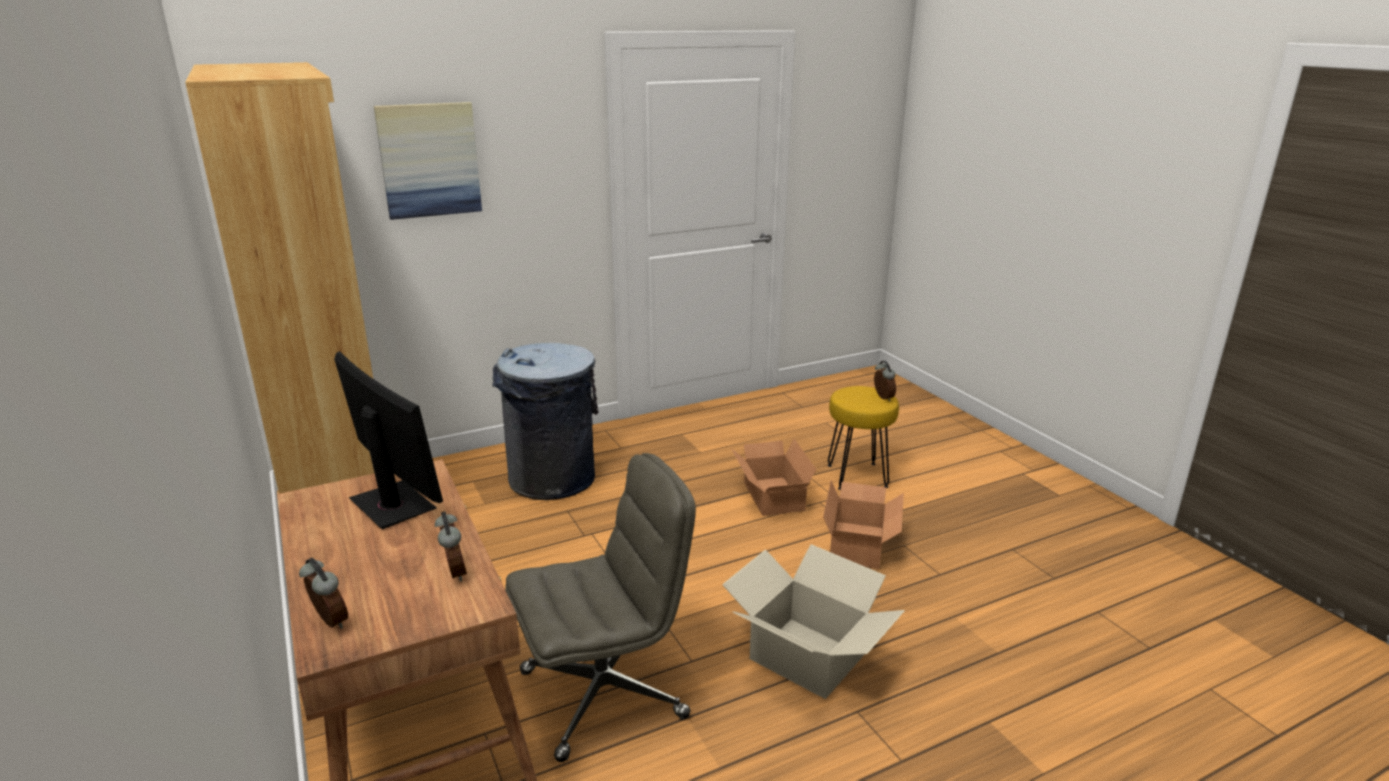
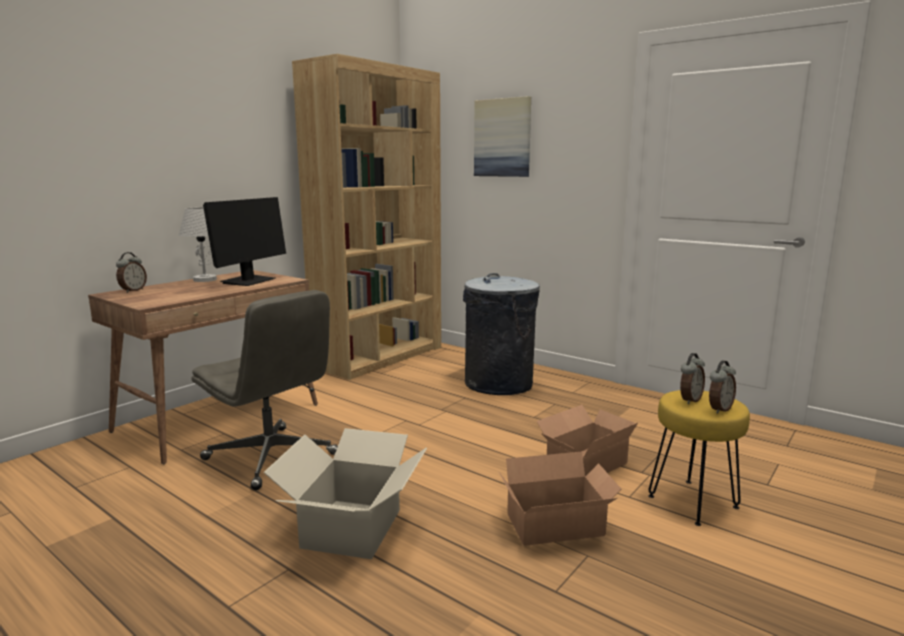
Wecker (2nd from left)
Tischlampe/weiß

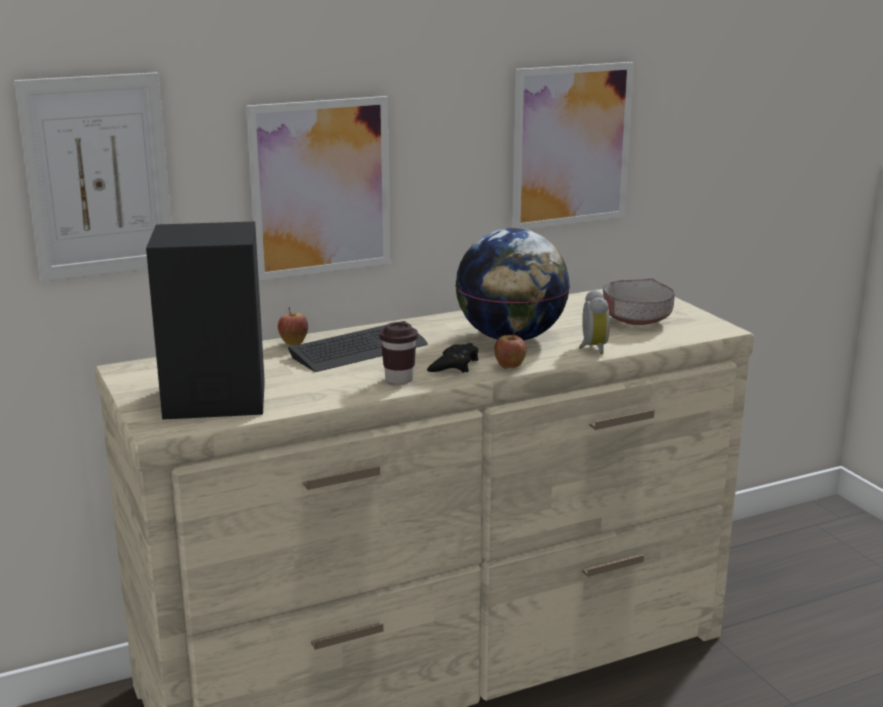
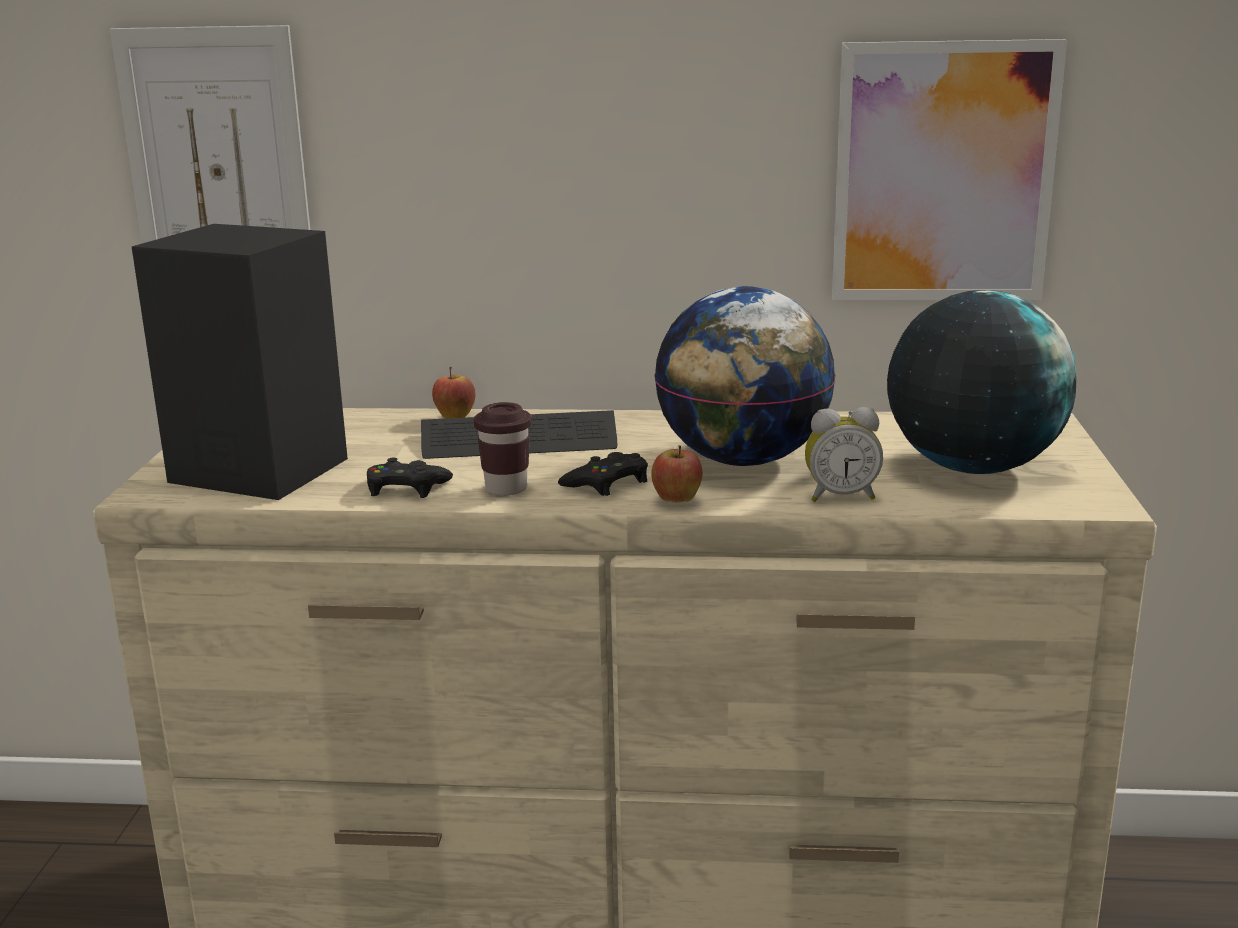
Bild (2nd from left in the first image)
Wecker
Globus (2nd from left)
Gamepad/schwarz (1st from left)

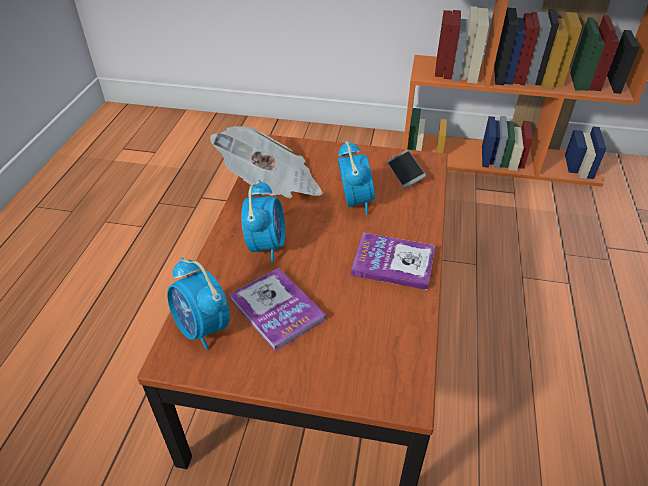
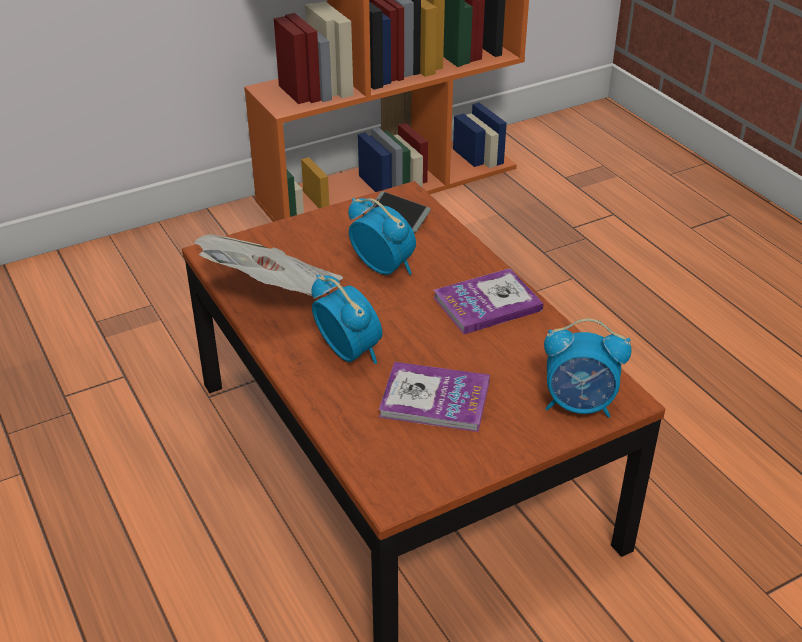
Wecker (3rd from left)

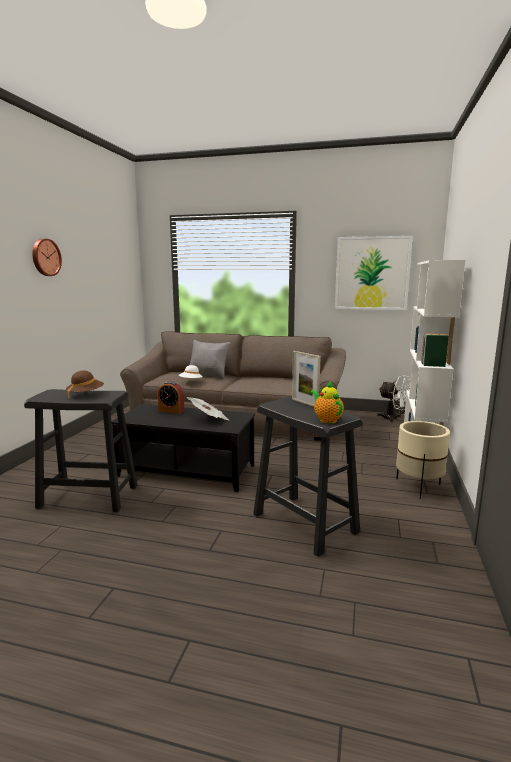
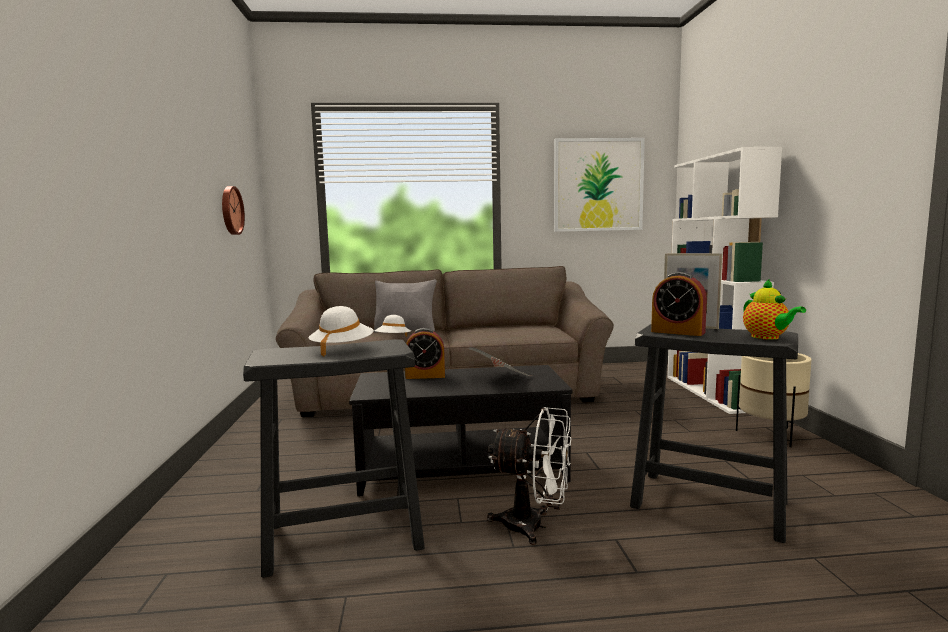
Wanduhr
Hut/weiß (1st from left)
Teekanne
Ventilator/weiß
Wecker (2nd from left)

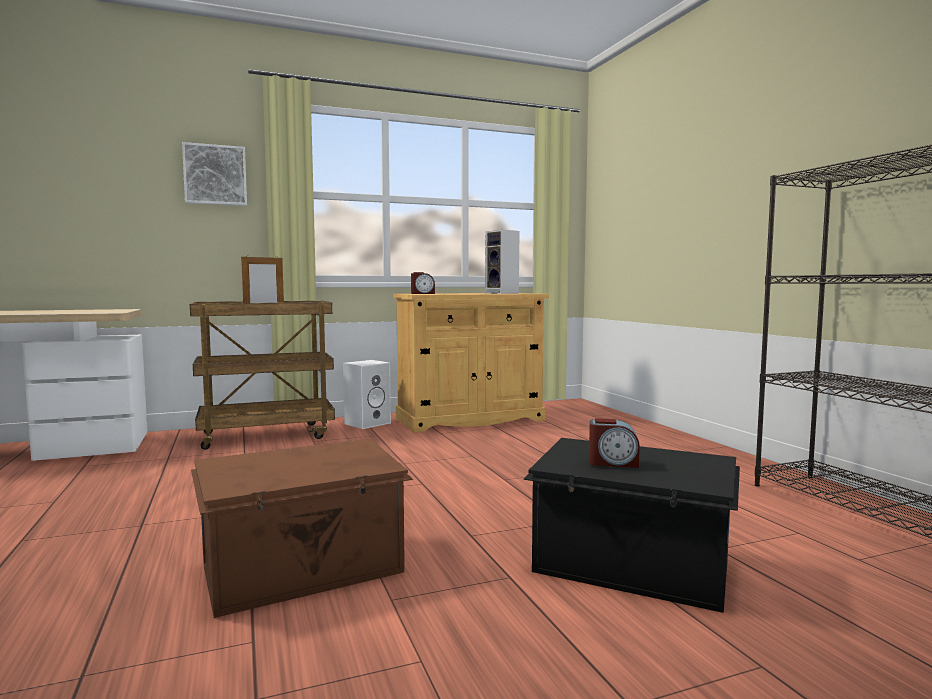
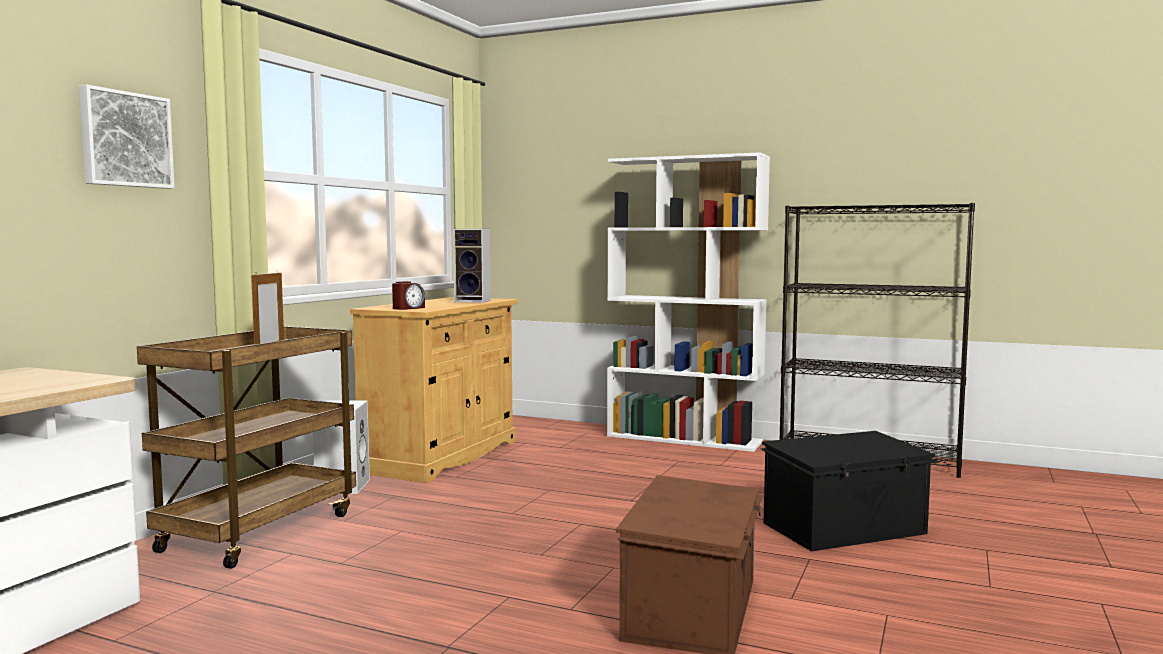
Wecker (2nd from left in the first image)
Bücherregal/weiß

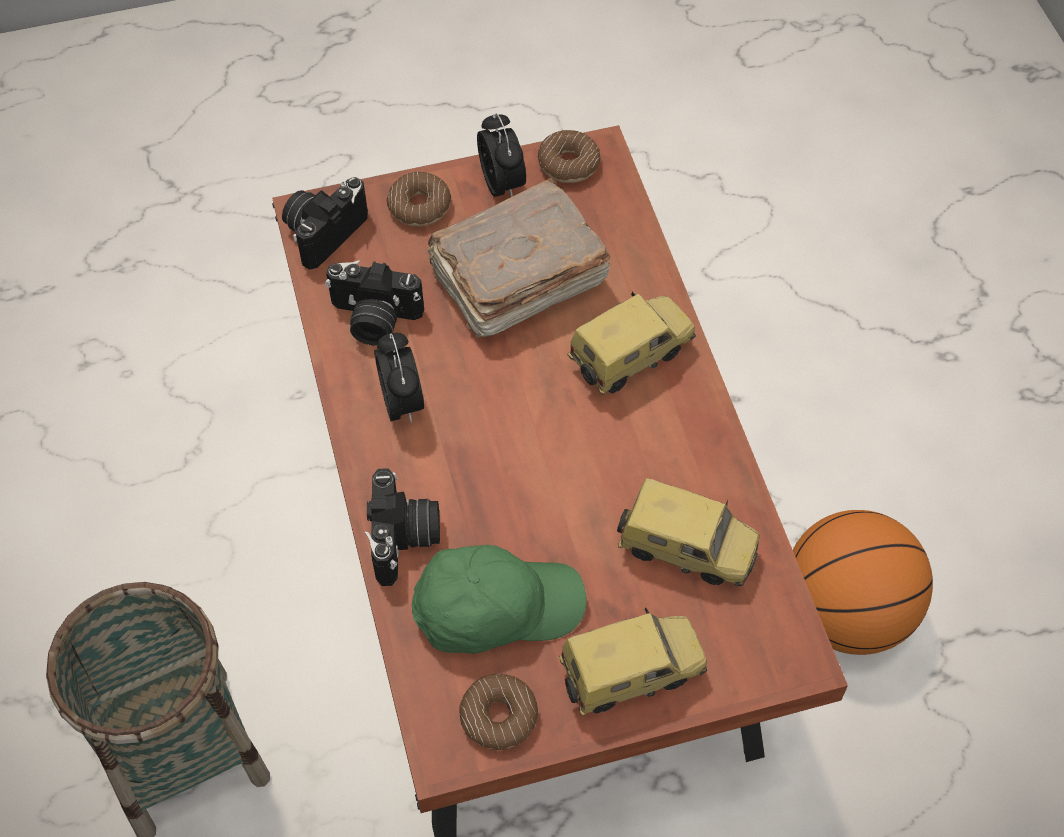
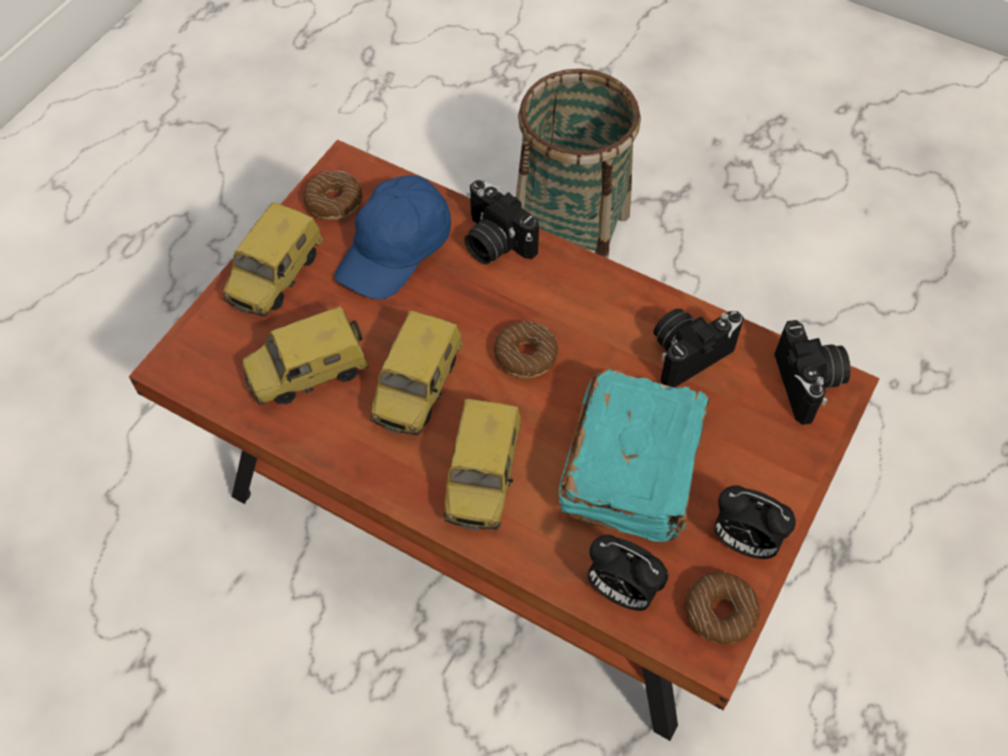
Wecker (1st from left)
Donut (2nd from left)
Kappe/blau
Buch/türkis
Basketball
Spielzeugauto (3rd from left)

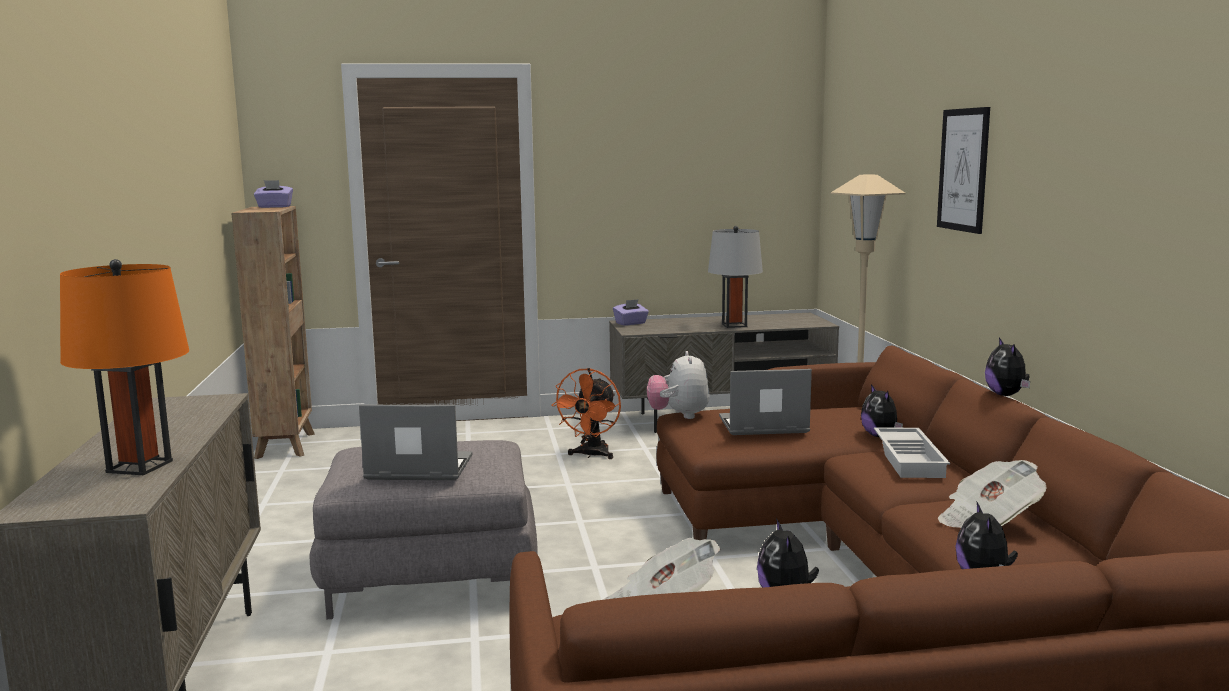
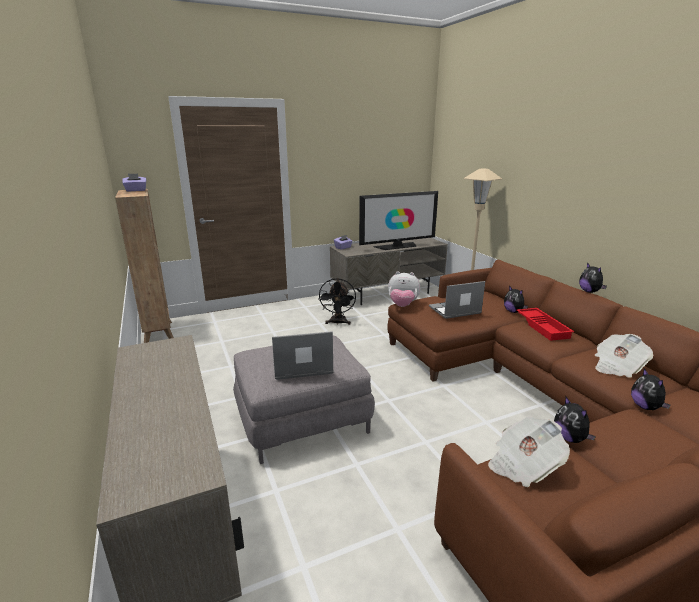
Tischlampe/orange
Ventilator/schwarz
Plüschtier (1st from left)
Fernseher
Tablett/rot
Bild

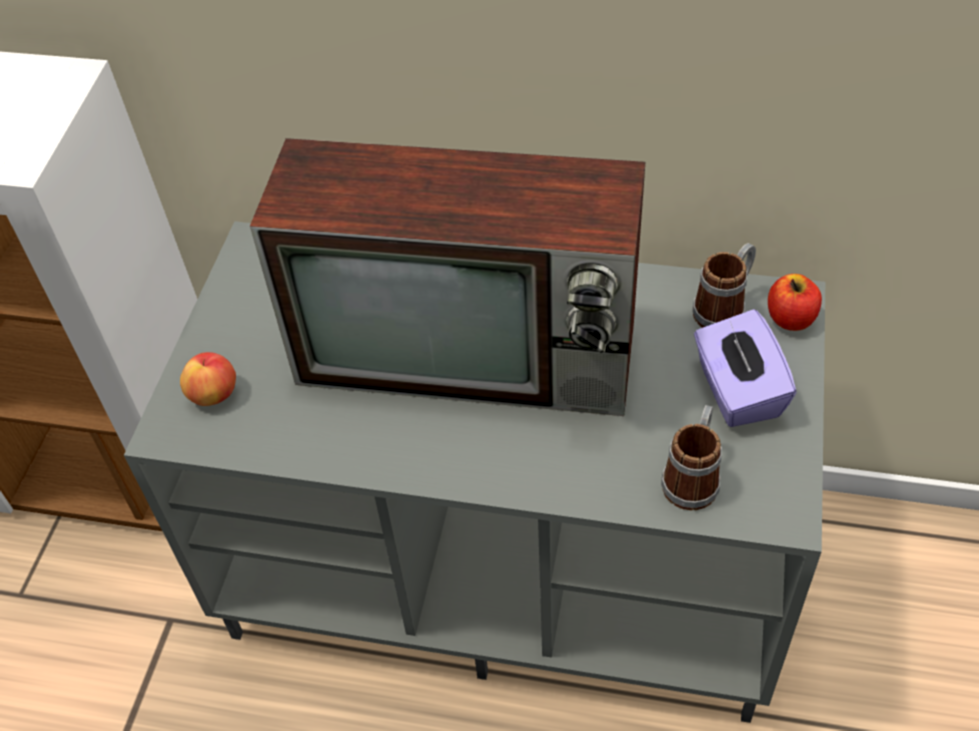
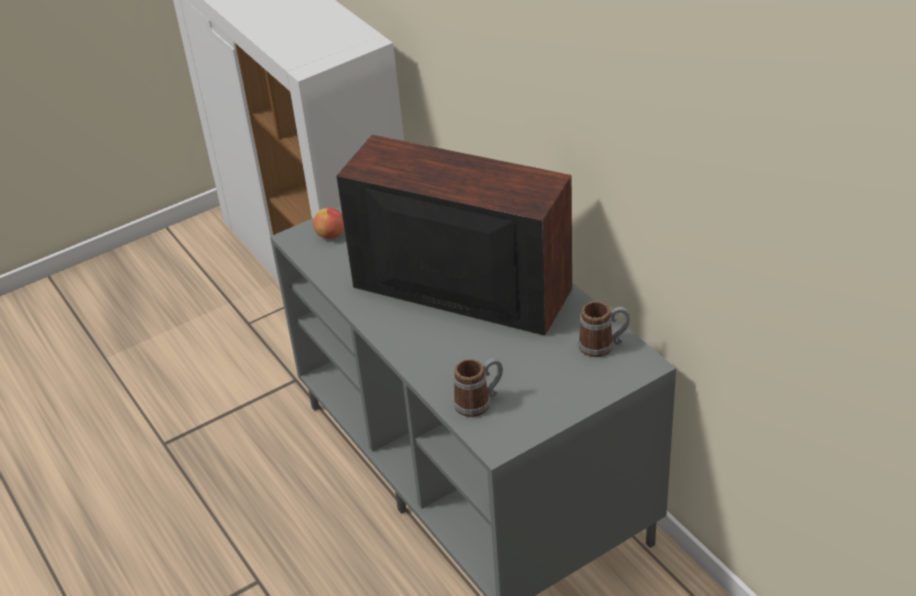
Fernseher
Taschentuchbox/lila
Apfel (2nd from left in the first image)

